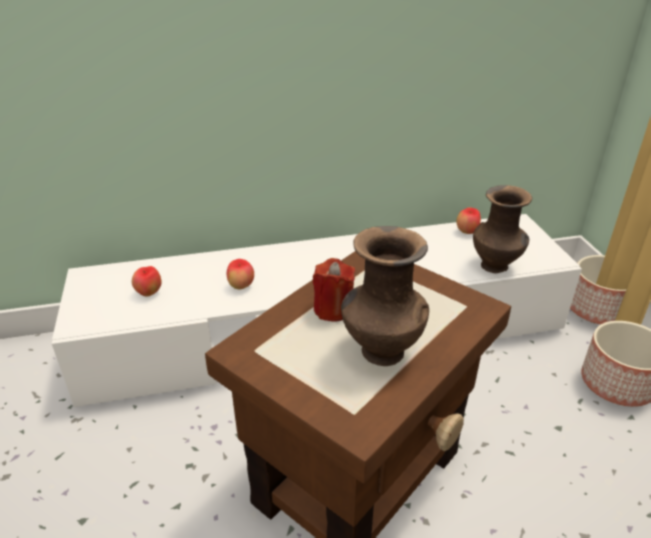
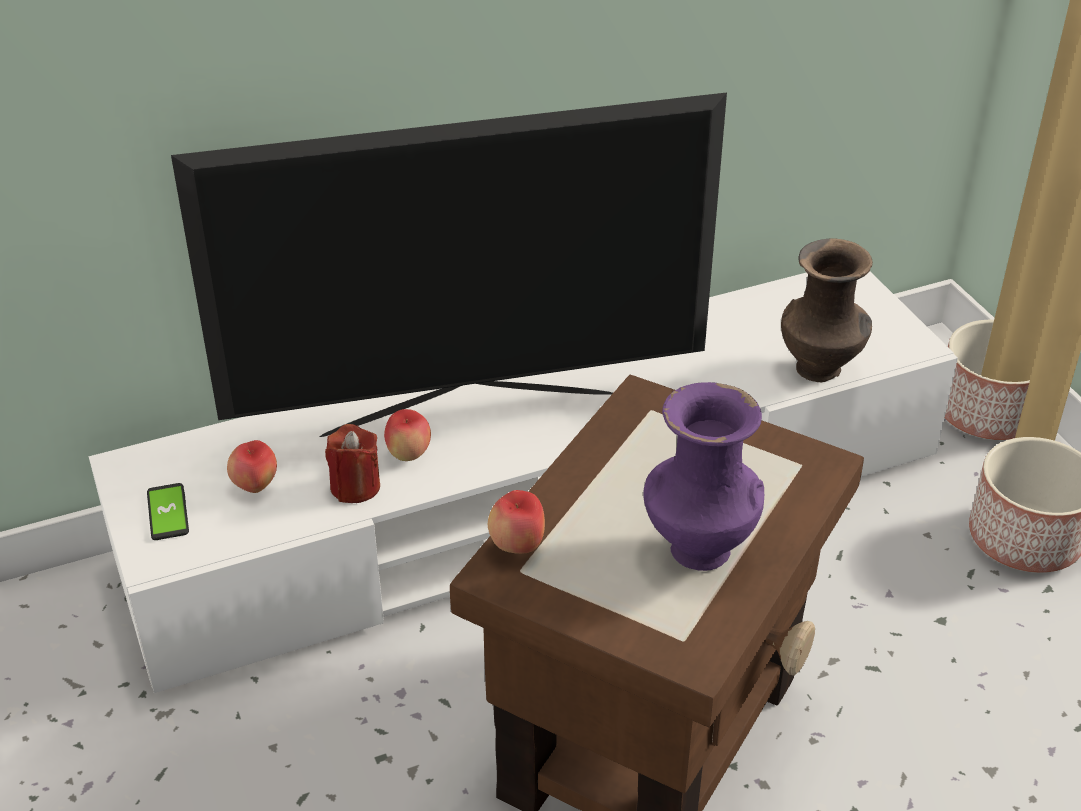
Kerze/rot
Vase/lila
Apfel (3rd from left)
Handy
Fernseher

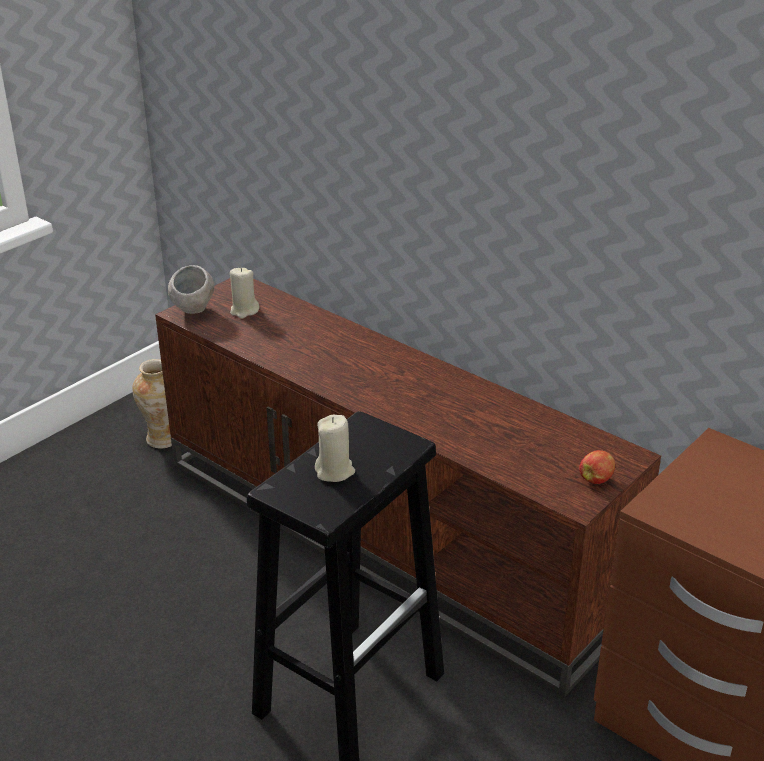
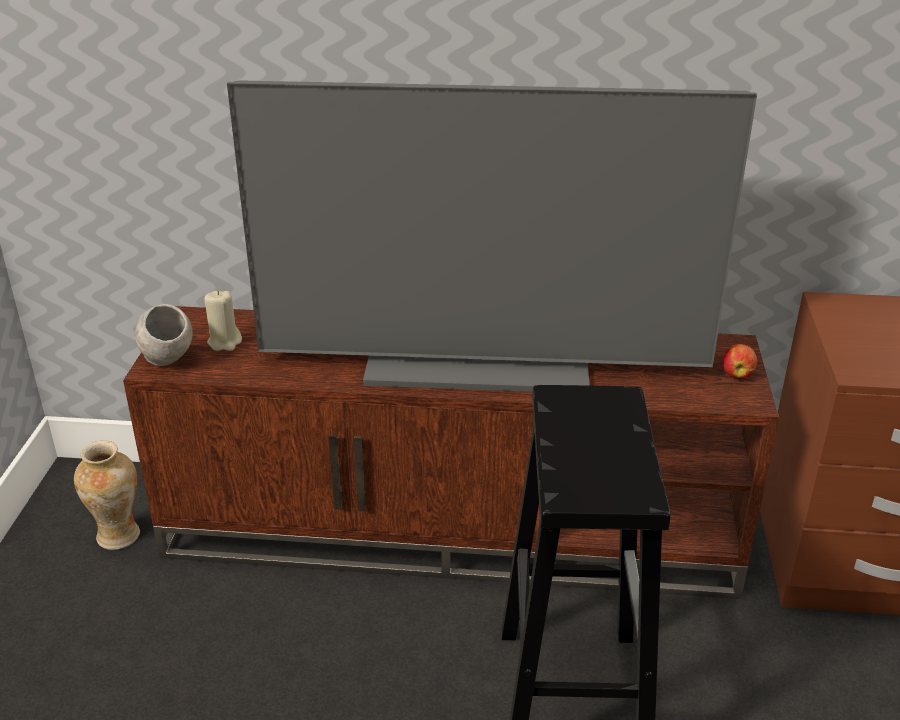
Kerze/beige (2nd from left in the first image)
Fernseher

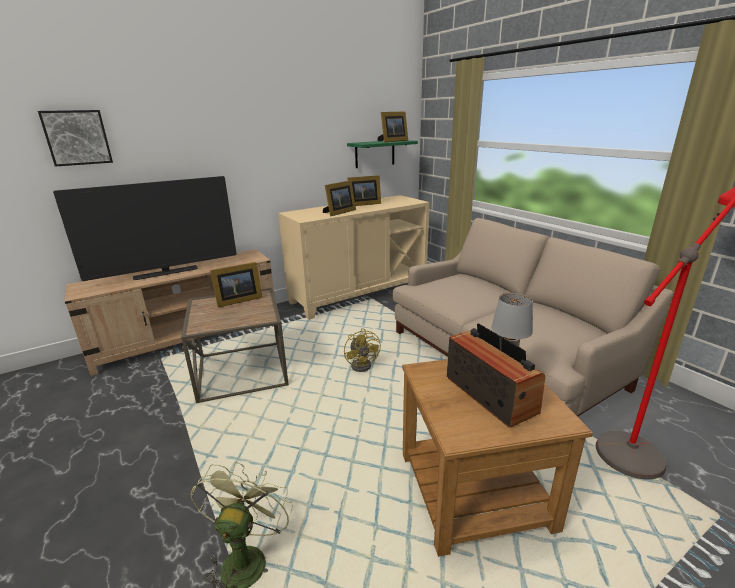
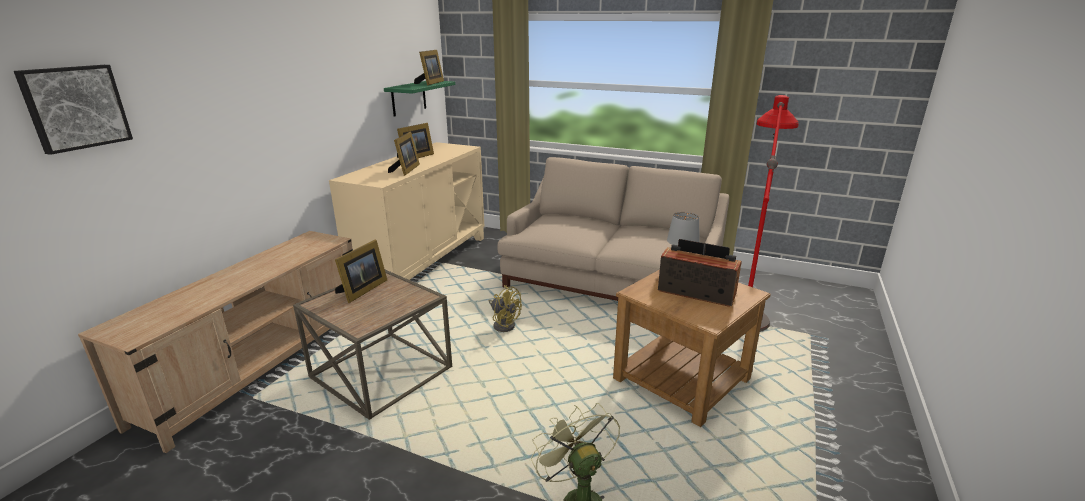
Fernseher

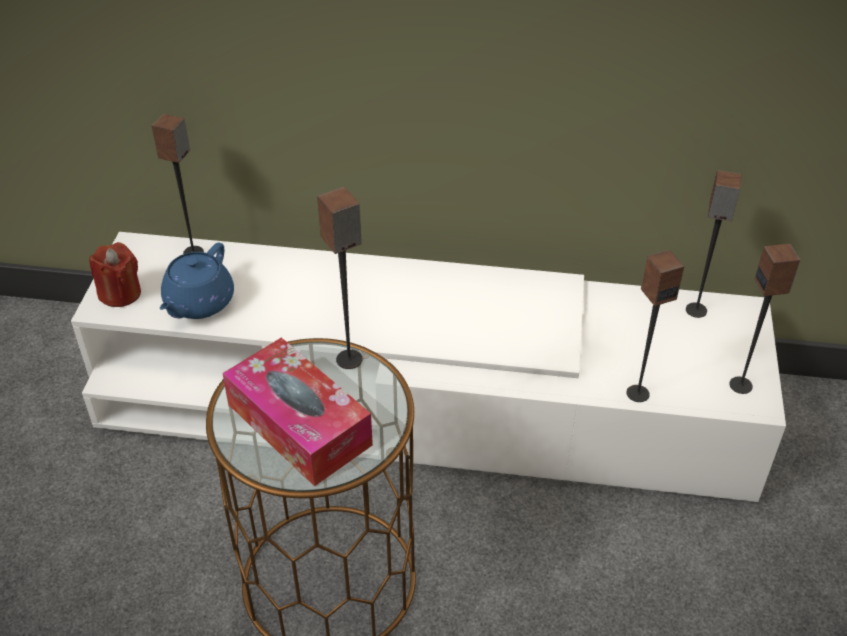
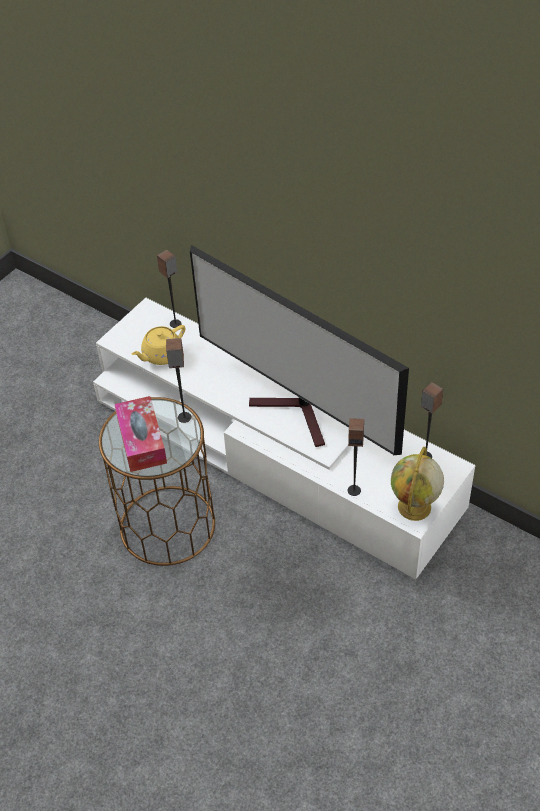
Kerze/rot
Teekanne/gelb
Globus
Fernseher

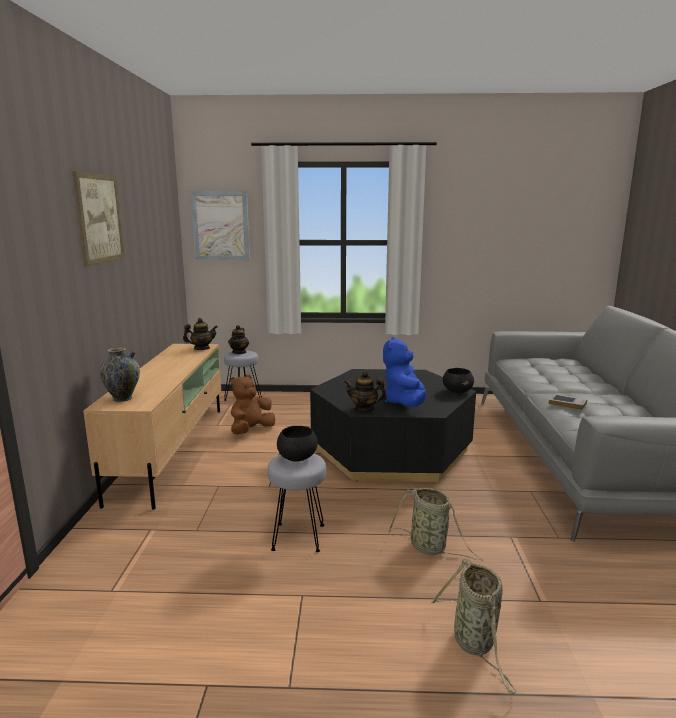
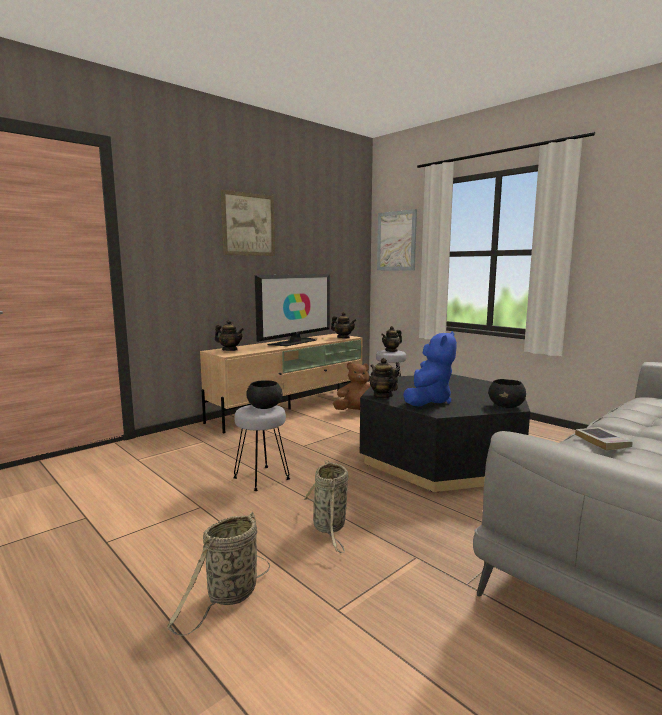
Teekanne (1st from left)
Plüschtier/blau
Fernseher

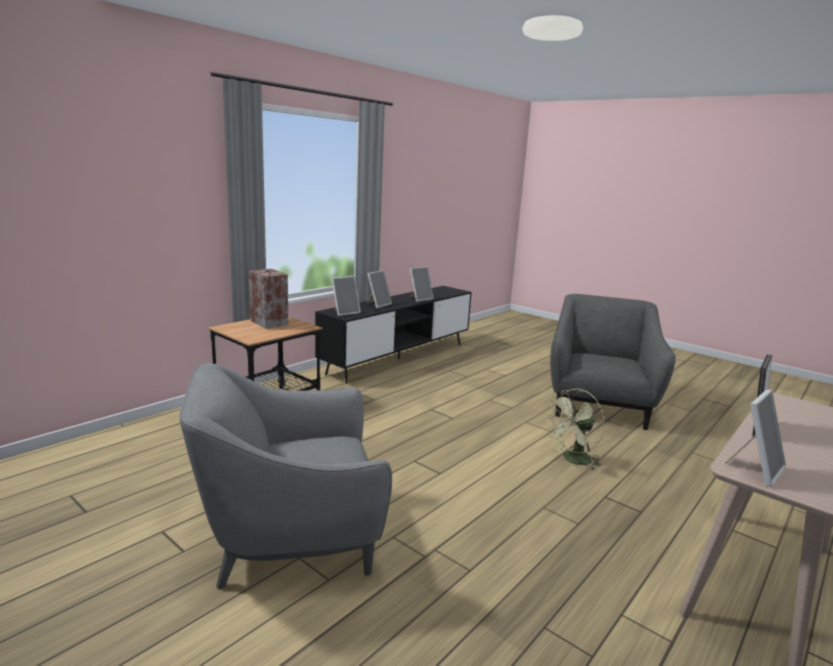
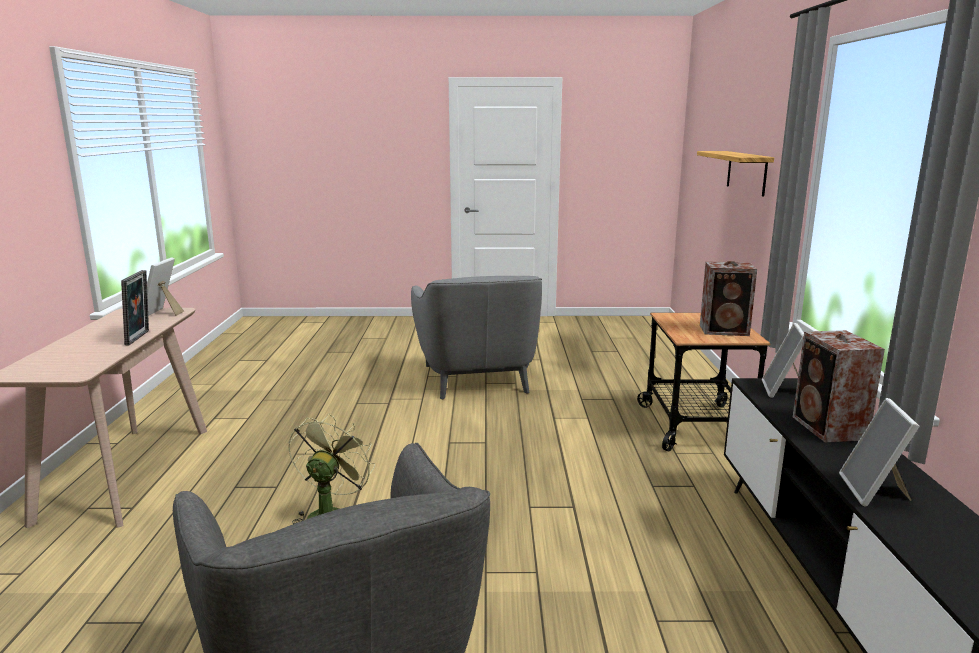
Sessel/grau (2nd from left)
Lautsprecher (2nd from left)
Wandregal

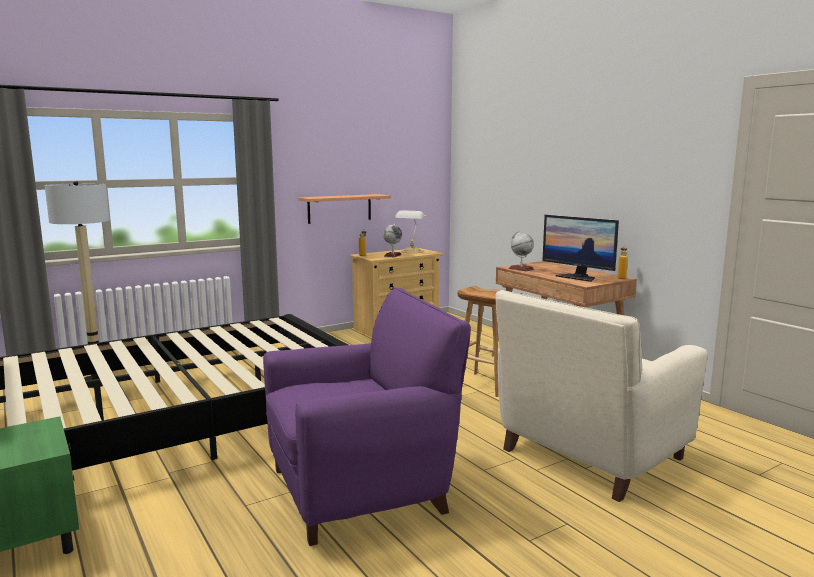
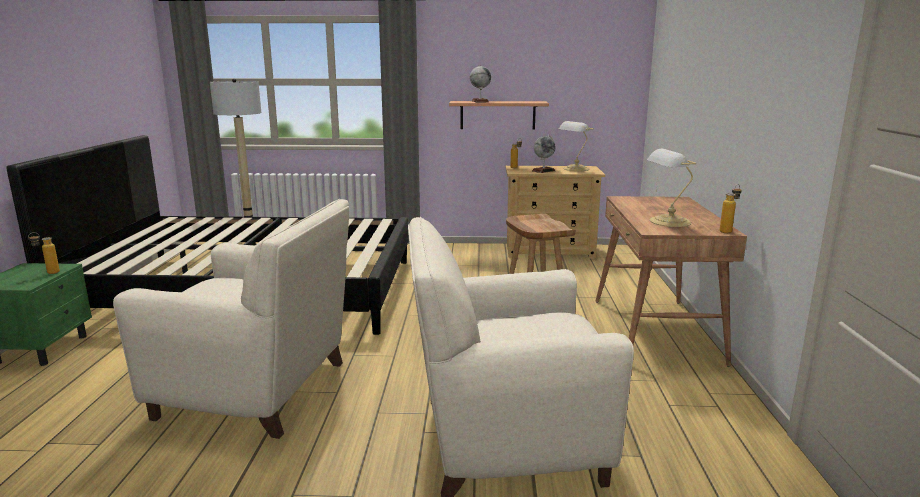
Sessel/beige (1st from left)
Globus (1st from left)
Tischlampe (2nd from left)
Flasche (1st from left)

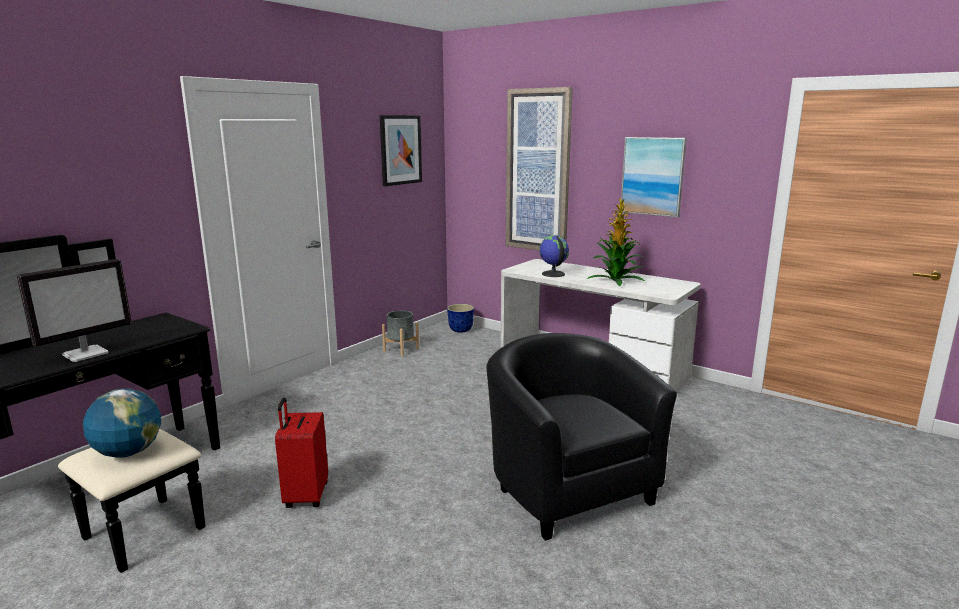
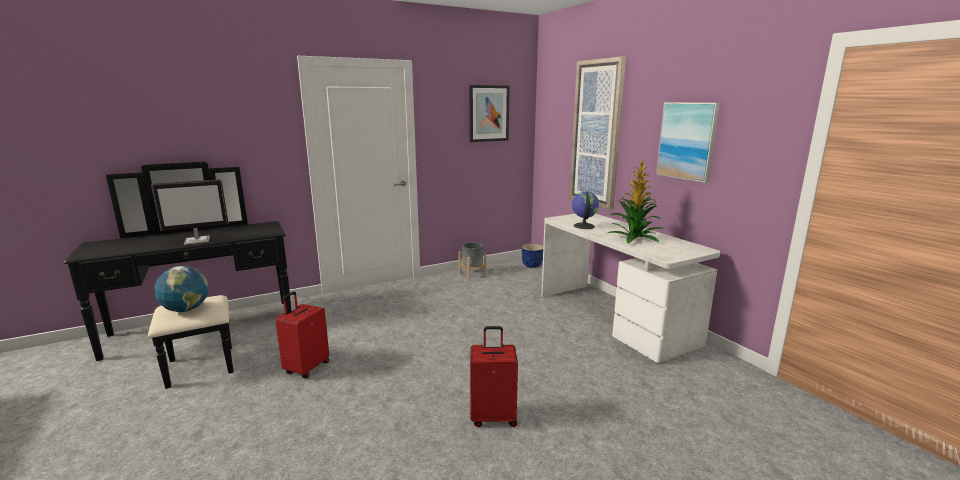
Koffer/rot (2nd from left)

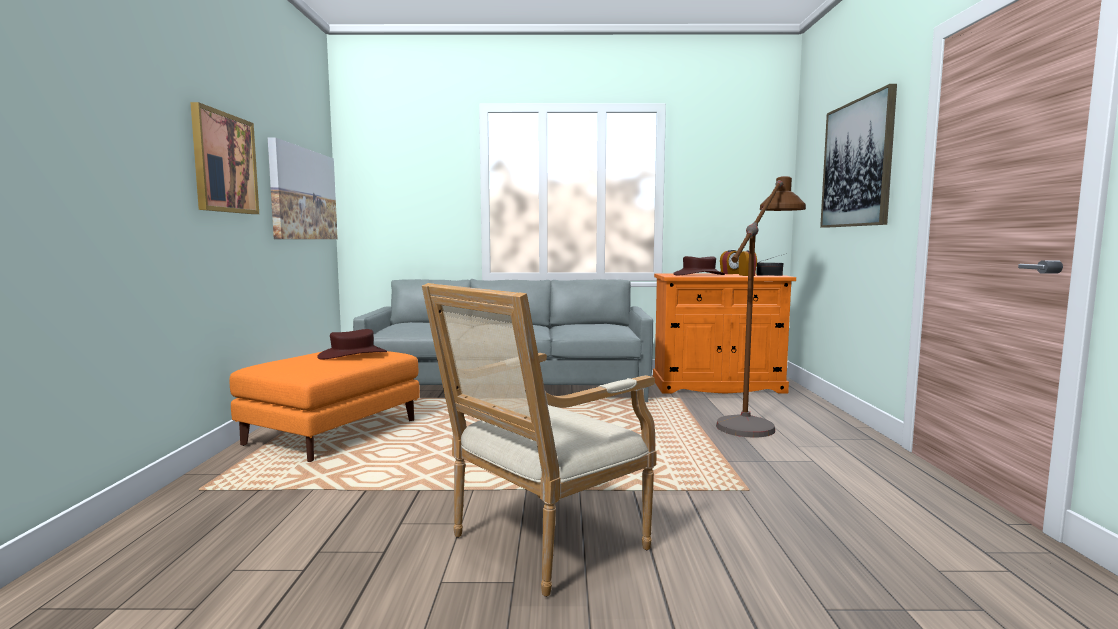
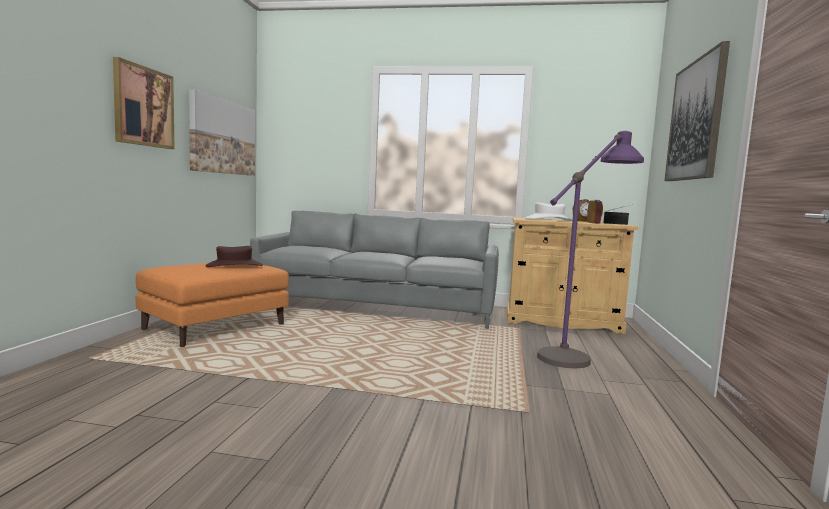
Sessel
Schrank/beige
Hut/weiß
Stehlampe/lila

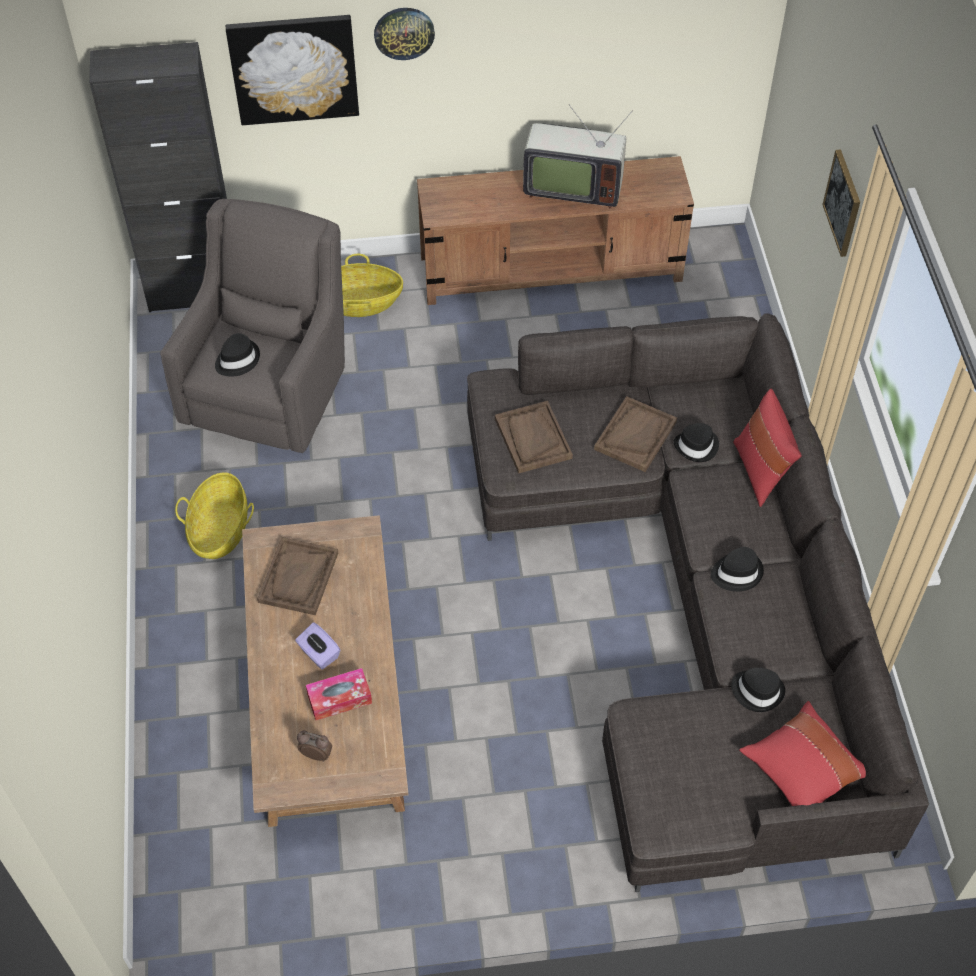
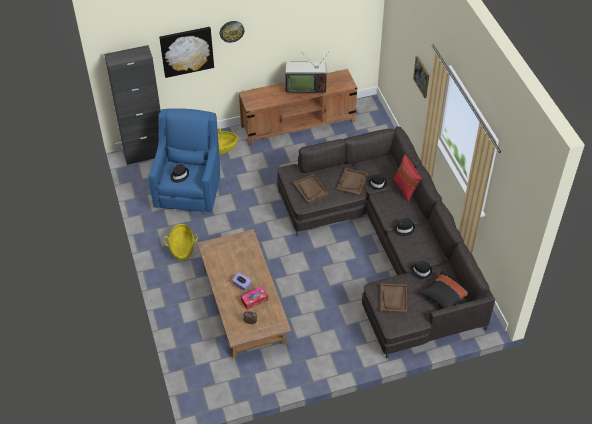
Sessel/blau
Tablett/braun (3rd from left)
Kissen/schwarz

